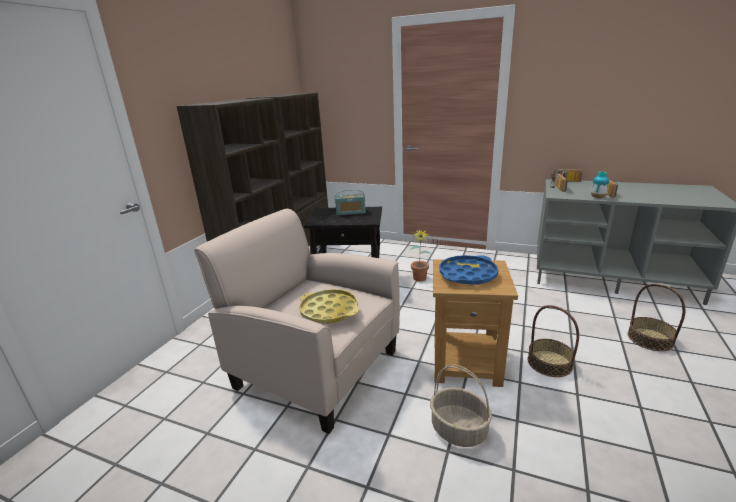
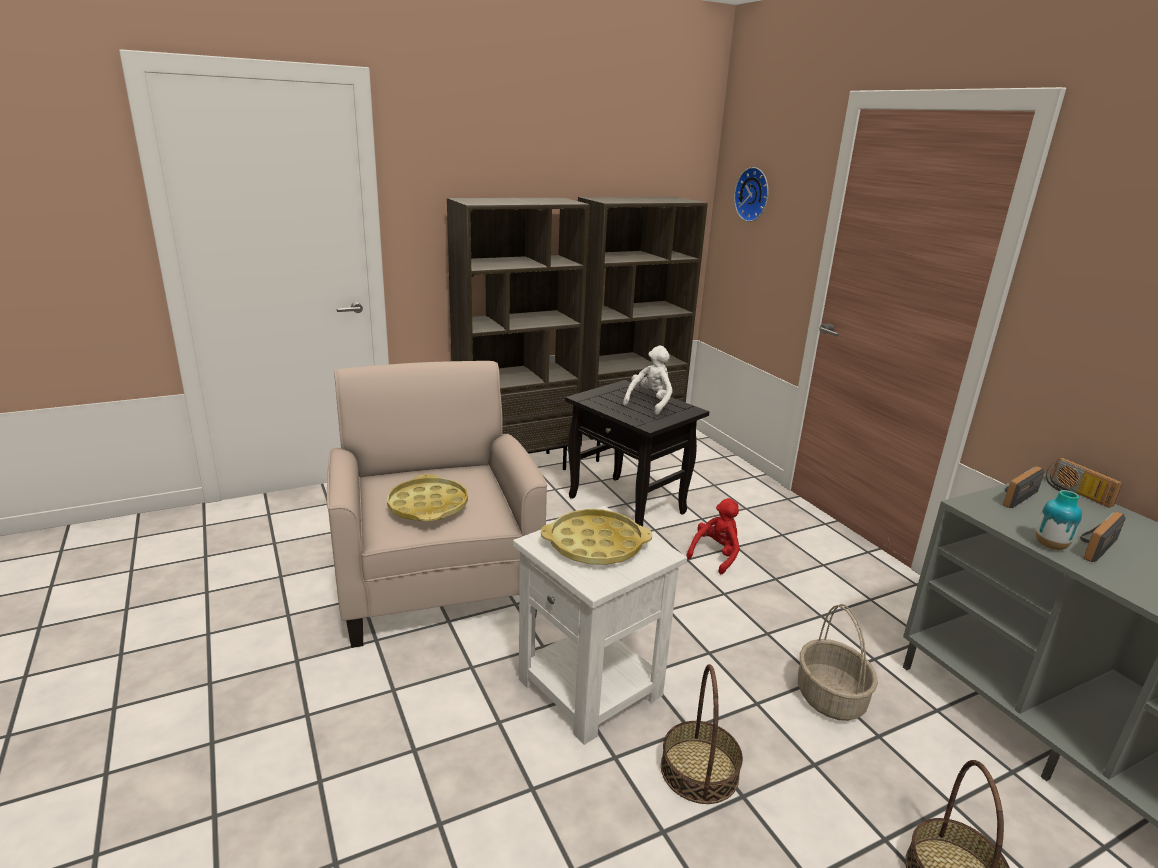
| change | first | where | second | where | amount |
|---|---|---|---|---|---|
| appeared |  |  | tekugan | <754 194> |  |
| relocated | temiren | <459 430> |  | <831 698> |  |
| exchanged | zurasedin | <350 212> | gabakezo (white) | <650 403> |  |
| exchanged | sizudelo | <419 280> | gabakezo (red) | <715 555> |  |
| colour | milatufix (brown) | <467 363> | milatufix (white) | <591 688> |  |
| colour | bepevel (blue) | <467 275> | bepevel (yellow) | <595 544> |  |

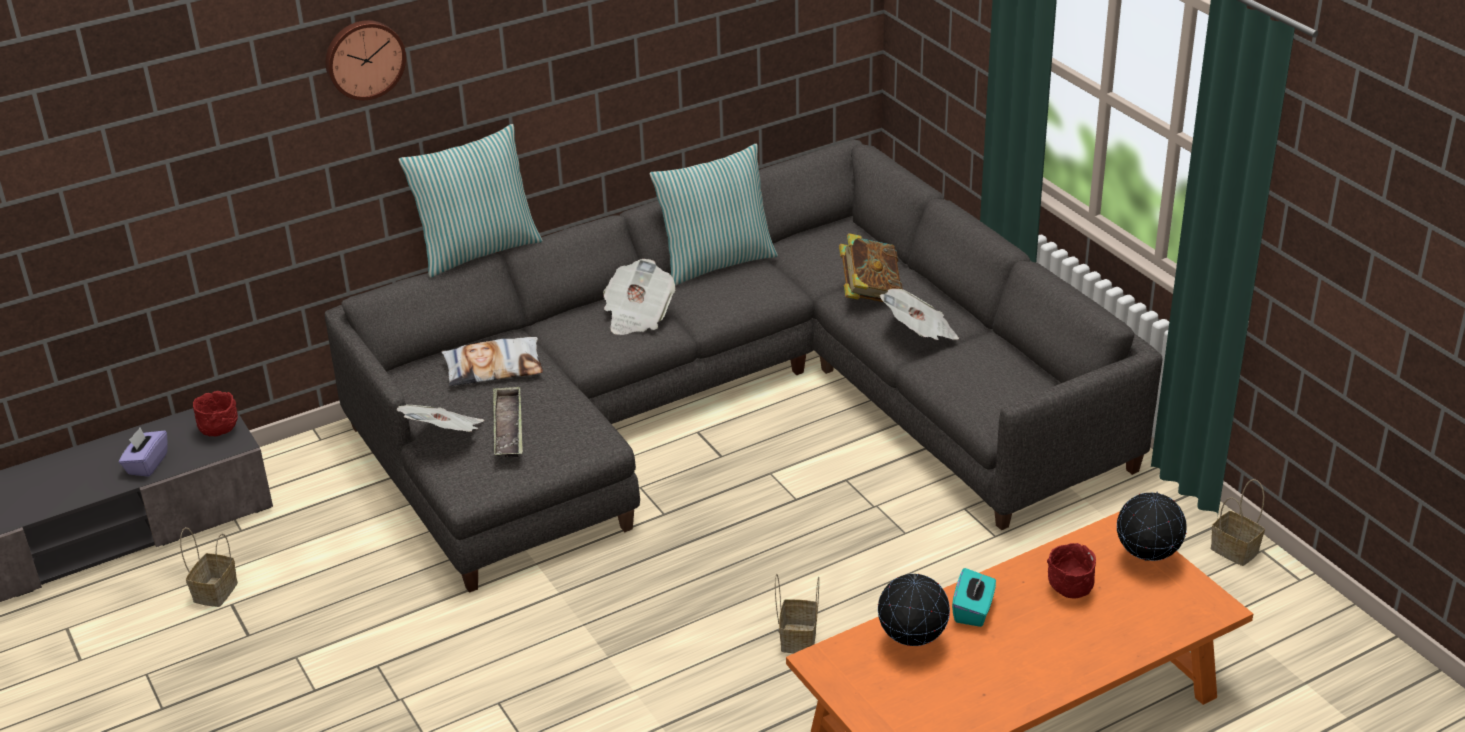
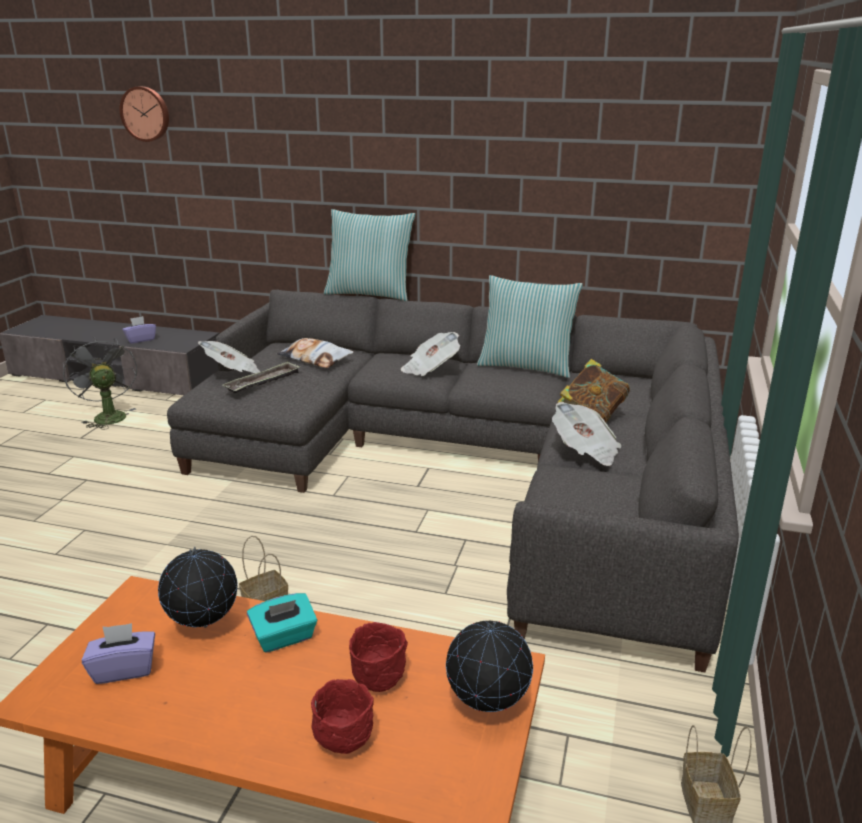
| change | first | where | second | where | amount |
|---|---|---|---|---|---|
| appeared |  |  | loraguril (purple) | <124 669> |  |
| relocated | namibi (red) | <219 432> |  | <343 742> |  |
| relocated | tekugan | <364 58> |  | <146 114> |  |
| exchanged | temiren | <215 593> | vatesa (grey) | <107 416> |  |

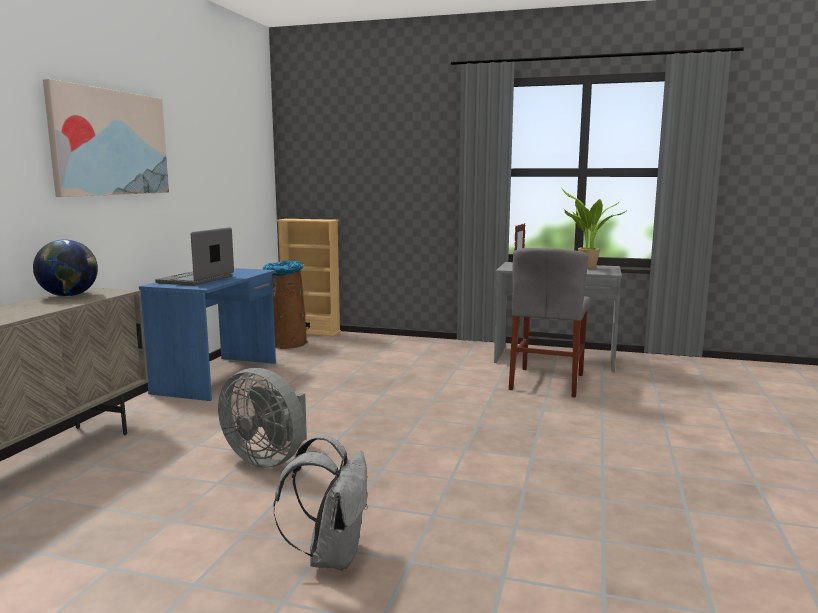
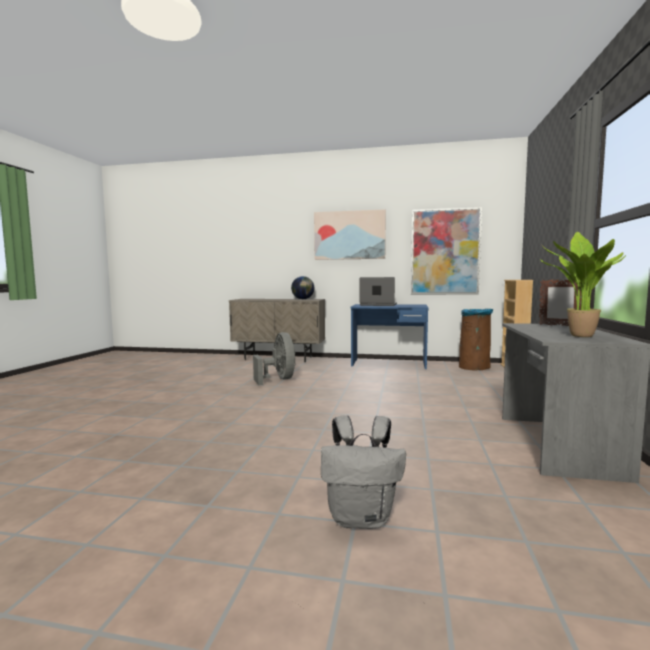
| change | first | where | second | where | amount |
|---|---|---|---|---|---|
| missing | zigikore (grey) | <547 382> |  |  |  |
| appeared |  |  | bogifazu | <445 252> |  |
| relocated | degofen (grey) | <332 556> |  | <361 518> |  |
| spun | vatesa (grey) | <268 458> |  | <278 379> | 135 degrees clockwise |

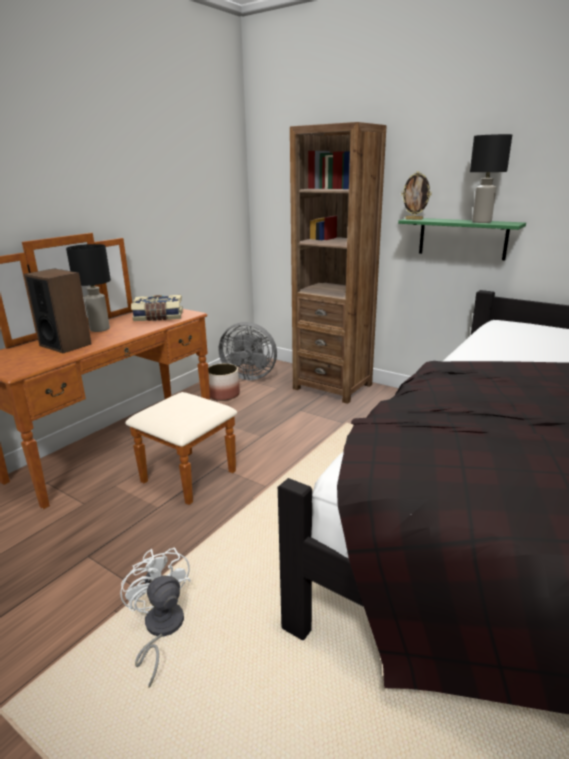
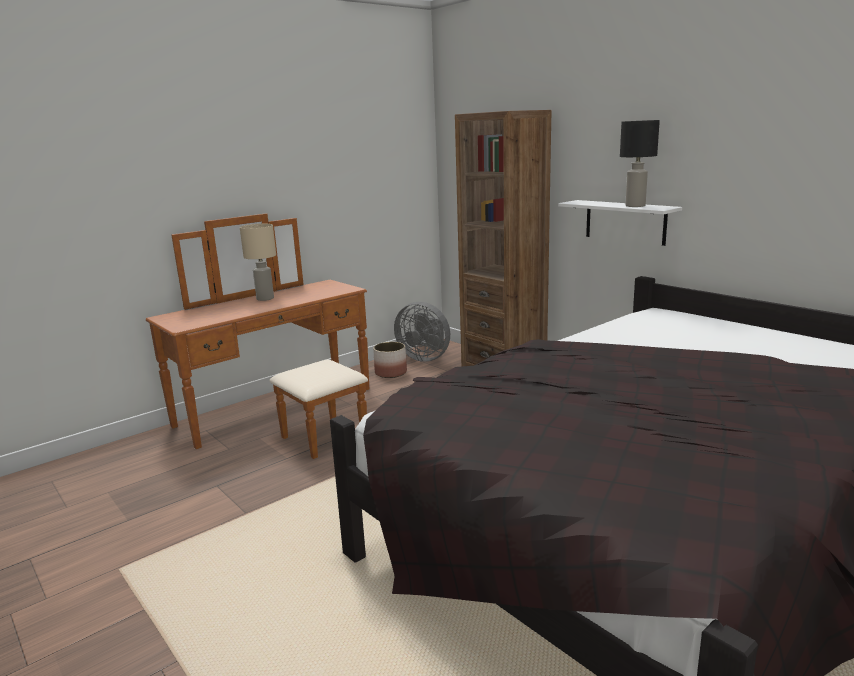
| change | first | where | second | where | amount |
|---|---|---|---|---|---|
| missing | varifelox | <65 344> |  |  |  |
| missing | vatesa (white) | <160 630> |  |  |  |
| missing | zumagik | <158 317> |  |  |  |
| missing | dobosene | <414 219> |  |  |  |
| colour | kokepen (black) | <99 329> | kokepen (beige) | <265 299> |  |
| colour | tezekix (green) | <462 238> | tezekix (white) | <625 222> |  |

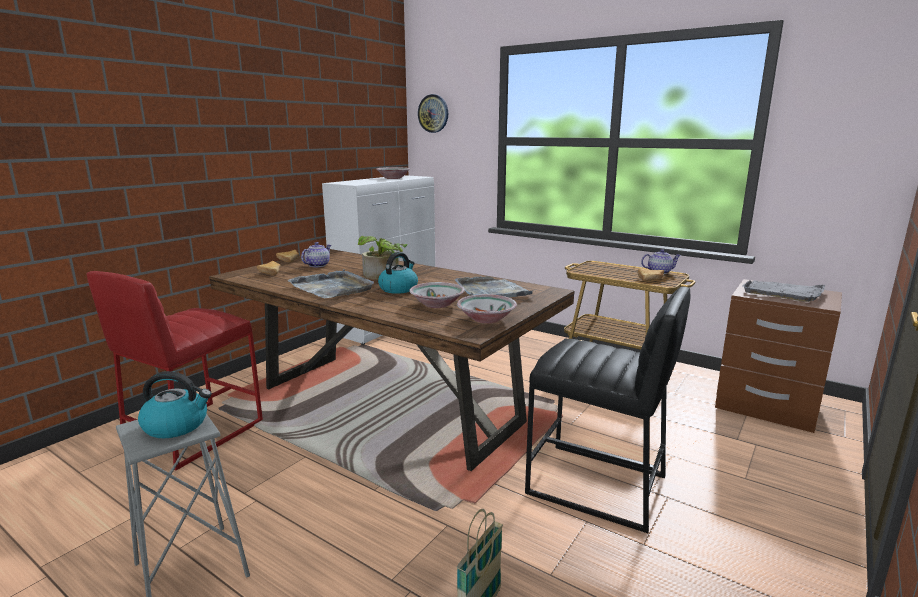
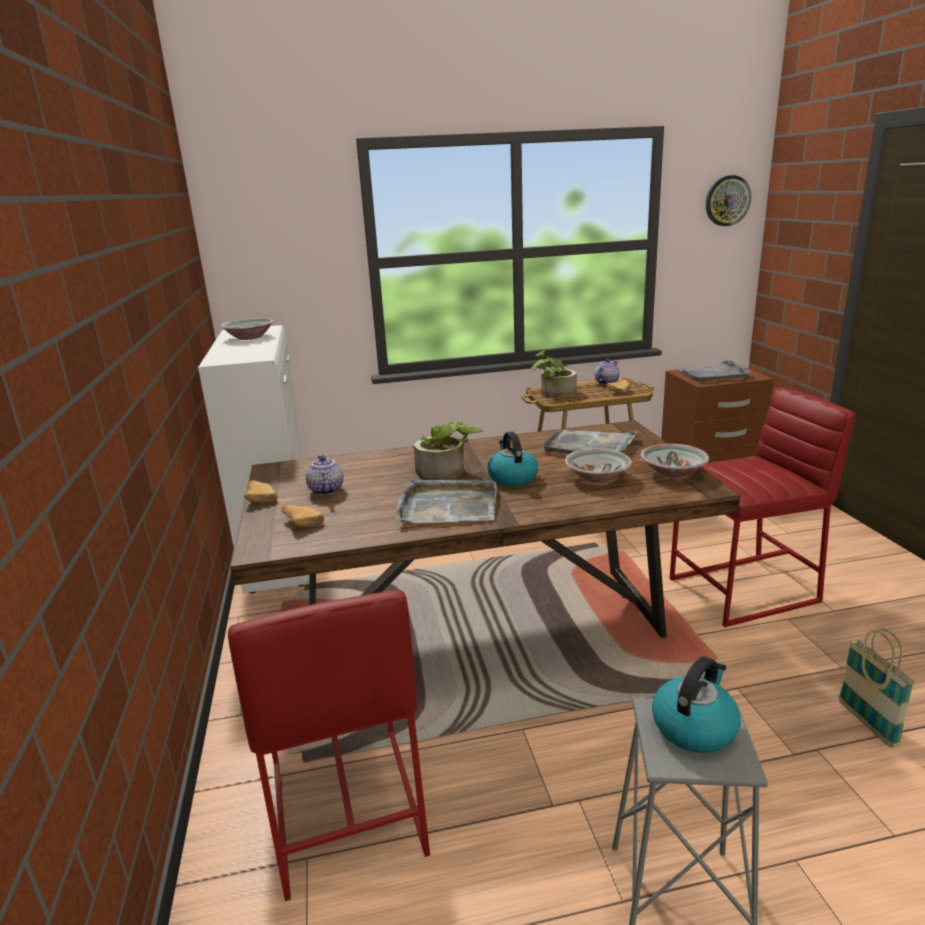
| change | first | where | second | where | amount |
|---|---|---|---|---|---|
| appeared |  |  | sizudelo | <553 394> |  |
| relocated | tekugan | <433 113> |  | <727 201> |  |
| colour | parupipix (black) | <597 486> | parupipix (red) | <745 590> |  |

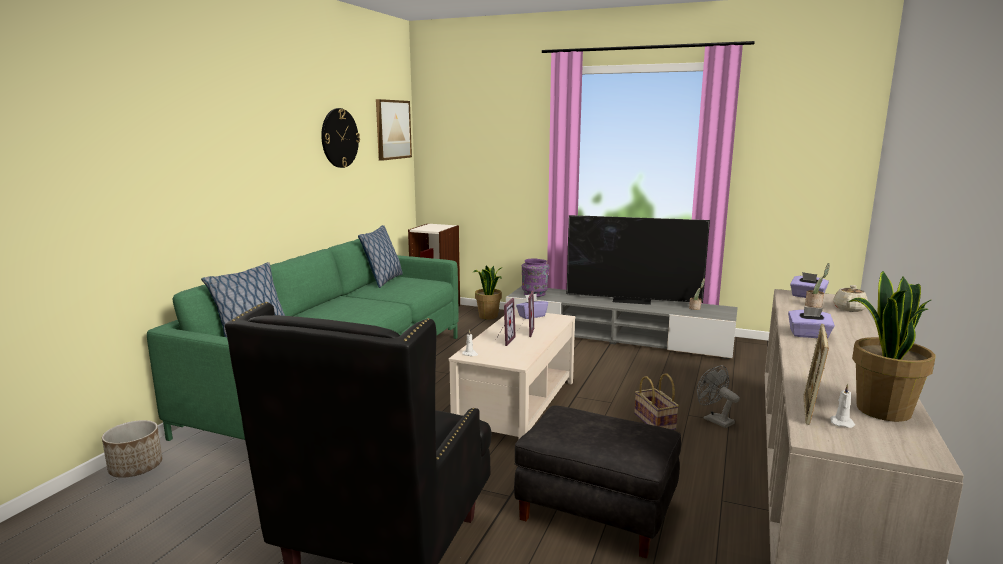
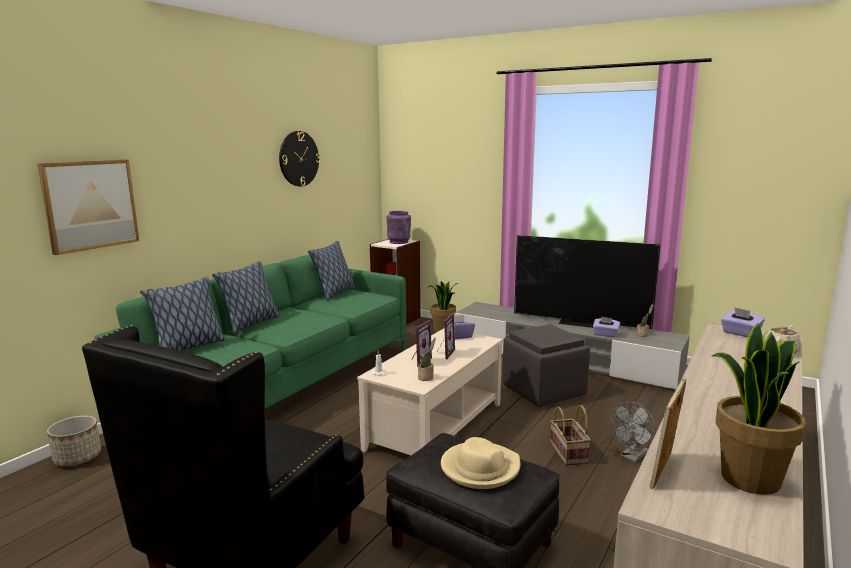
| change | first | where | second | where | amount |
|---|---|---|---|---|---|
| missing | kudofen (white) | <841 422> |  |  |  |
| appeared |  |  | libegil | <250 324> |  |
| appeared |  |  | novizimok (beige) | <480 468> |  |
| appeared |  |  | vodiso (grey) | <543 391> |  |
| relocated | bogifazu | <392 129> |  | <90 205> |  |
| relocated | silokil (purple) | <535 294> |  | <399 242> |  |
| relocated | loraguril (purple) | <809 335> |  | <605 334> |  |
| relocated | sizudelo | <814 305> |  | <426 378> |  |
| spun | vatesa (grey) | <714 420> |  | <632 456> | 105 degrees counterclockwise |

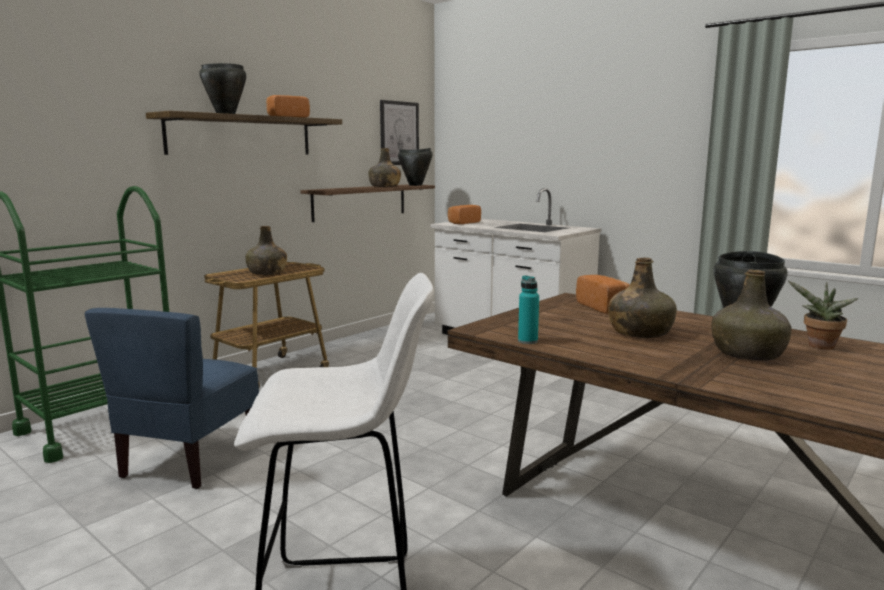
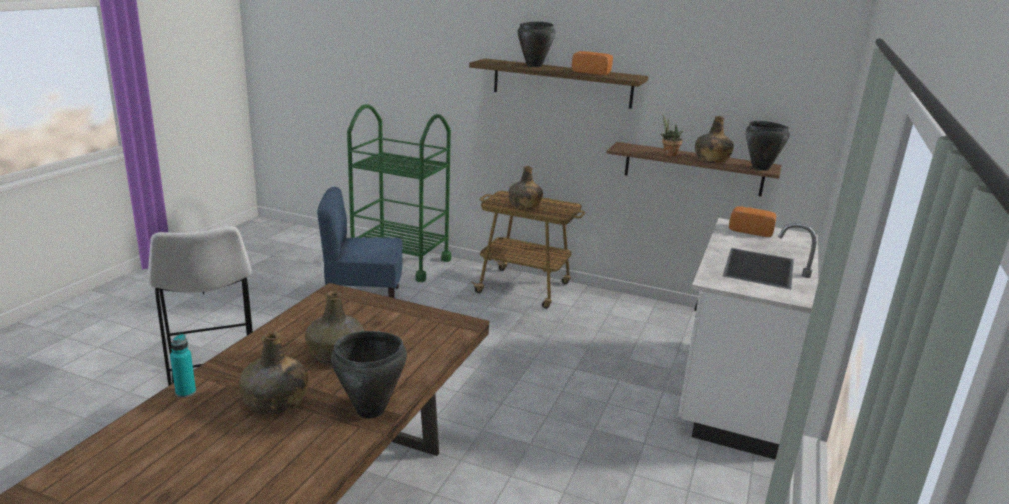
| change | first | where | second | where | amount |
|---|---|---|---|---|---|
| missing | bogifazu | <399 133> |  |  |  |
| missing | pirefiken | <604 307> |  |  |  |
| relocated | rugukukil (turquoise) | <527 341> |  | <186 392> |  |
| relocated | sizudelo | <819 347> |  | <668 154> |  |

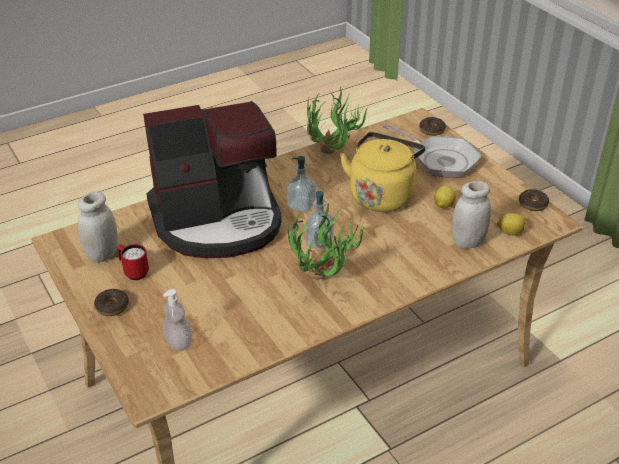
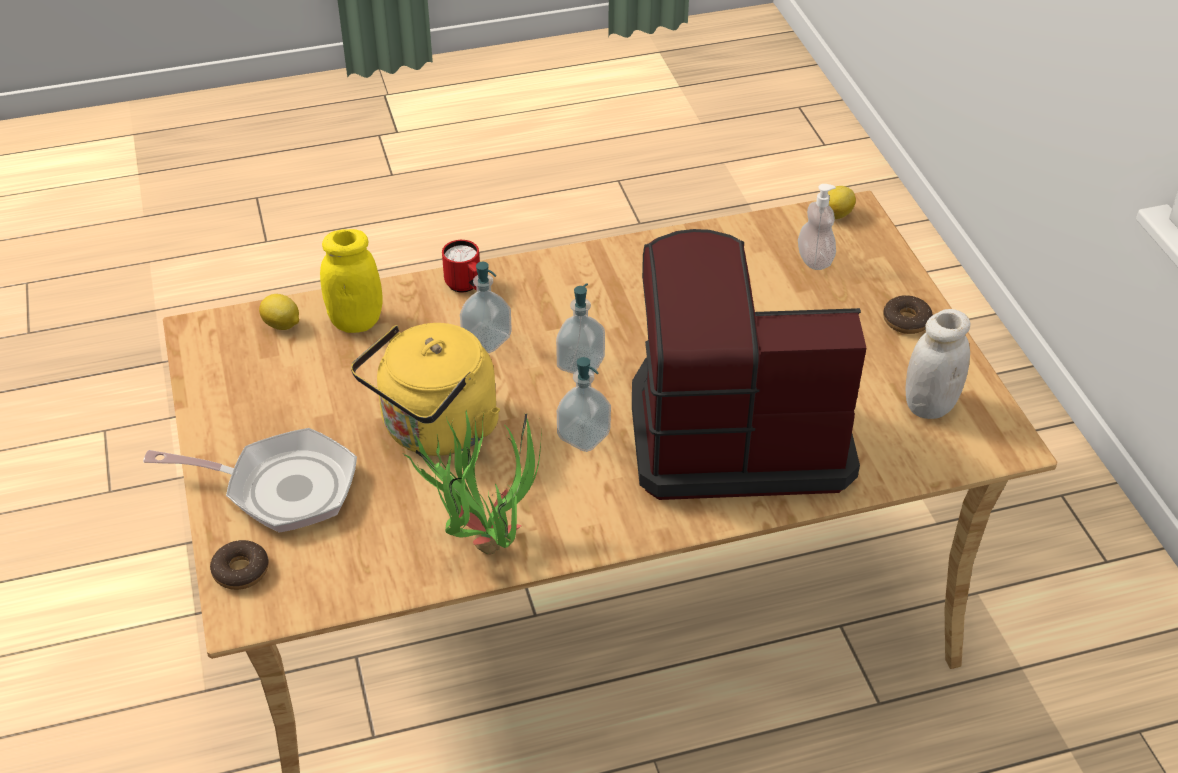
| change | first | where | second | where | amount |
|---|---|---|---|---|---|
| missing | sizudelo | <323 283> |  |  |  |
| missing | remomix | <533 204> |  |  |  |
| appeared |  |  | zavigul | <486 339> |  |
| relocated | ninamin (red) | <133 272> |  | <466 287> |  |
| relocated | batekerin | <443 205> |  | <837 214> |  |
| colour | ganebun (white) | <468 242> | ganebun (yellow) | <356 321> |  |
| spun | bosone | <440 159> |  | <282 488> | 135 degrees clockwise |

